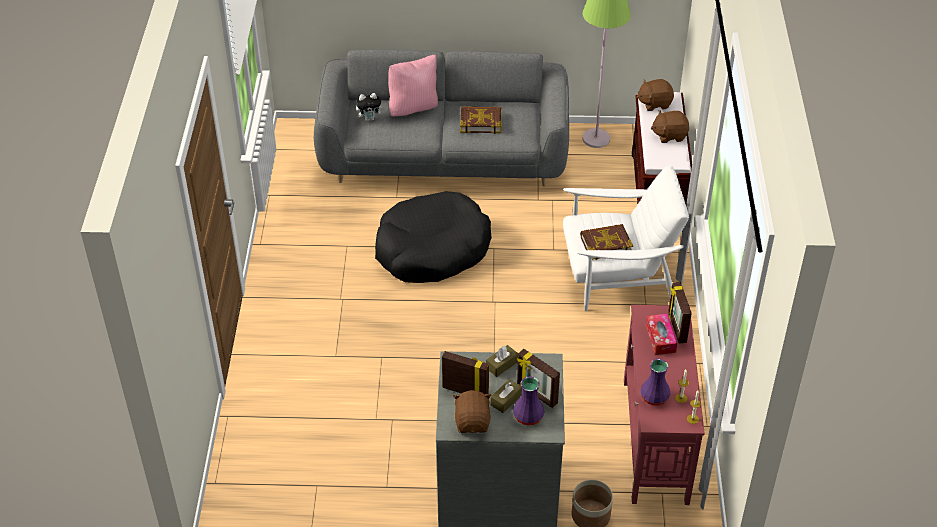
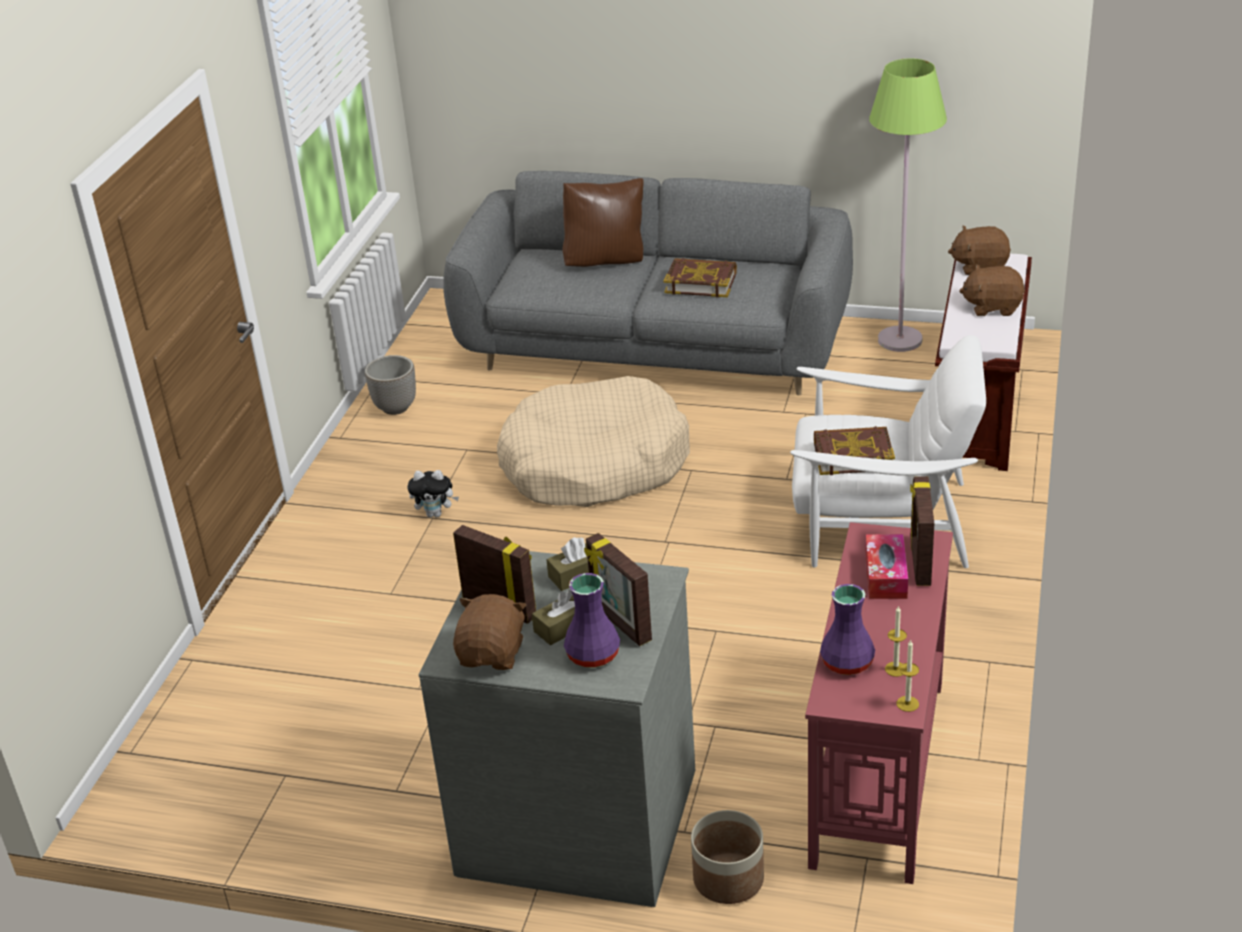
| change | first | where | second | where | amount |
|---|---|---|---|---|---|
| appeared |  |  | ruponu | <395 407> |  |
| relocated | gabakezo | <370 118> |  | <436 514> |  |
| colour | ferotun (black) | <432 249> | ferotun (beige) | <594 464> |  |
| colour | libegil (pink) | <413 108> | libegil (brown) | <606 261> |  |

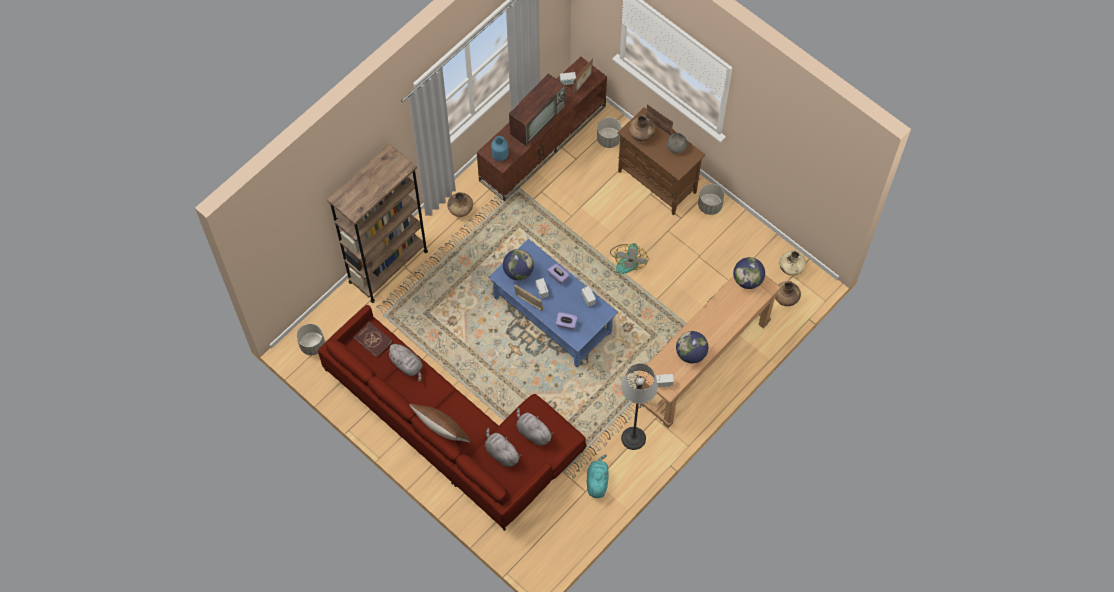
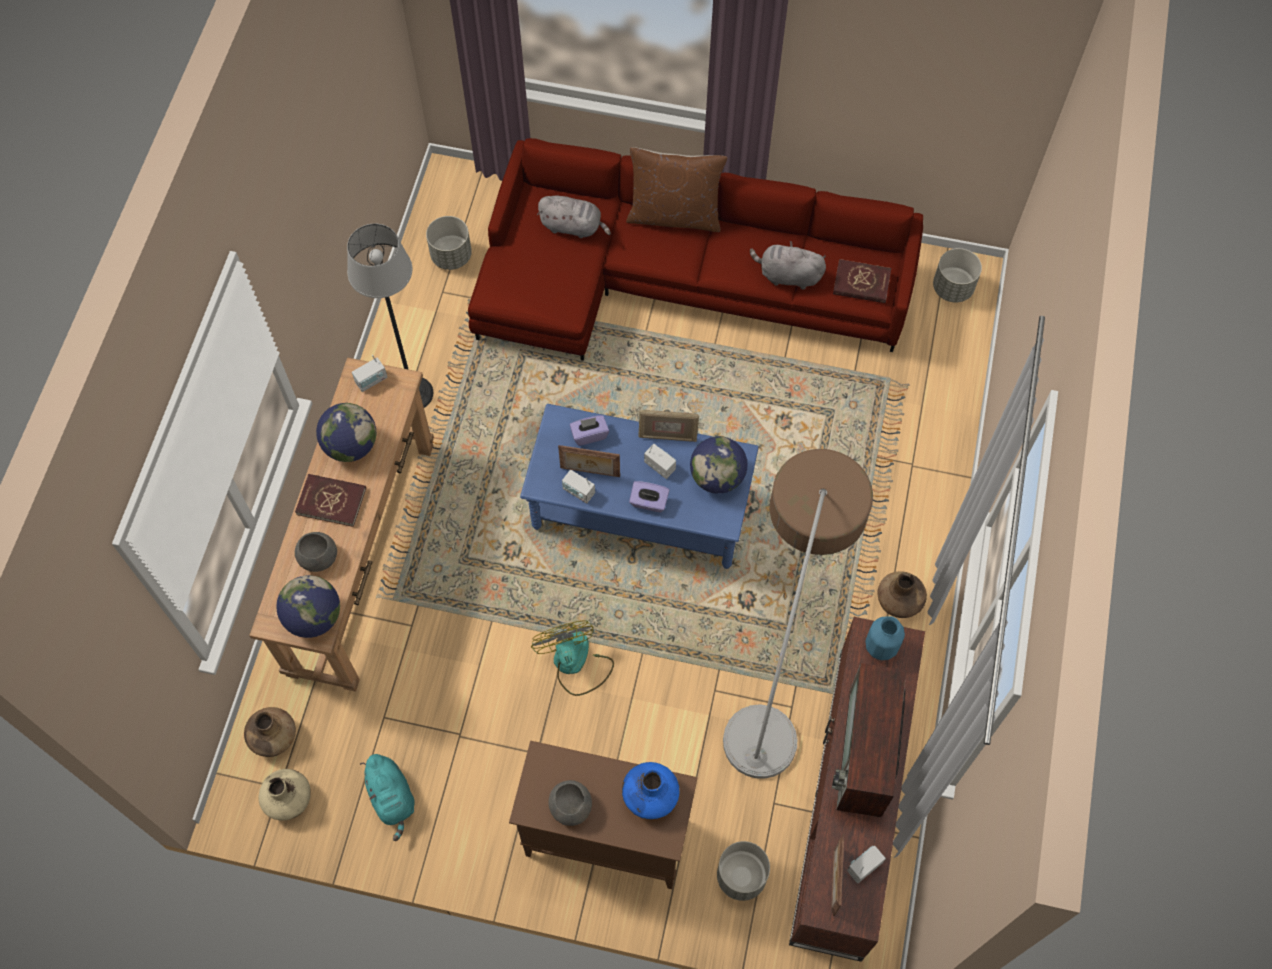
| change | first | where | second | where | amount |
|---|---|---|---|---|---|
| missing | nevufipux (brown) | <388 266> |  |  |  |
| missing | gabakezo (grey) | <533 432> |  |  |  |
| appeared |  |  | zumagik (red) | <331 501> |  |
| appeared |  |  | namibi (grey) | <319 557> |  |
| appeared |  |  | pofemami | <783 649> |  |
| relocated | gabakezo (turquoise) | <597 481> |  | <392 798> |  |
| relocated | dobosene | <659 126> |  | <590 473> |  |
| relocated | ruponu (grey) | <709 205> |  | <451 255> |  |
| colour | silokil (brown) | <641 134> | silokil (blue) | <649 796> |  |

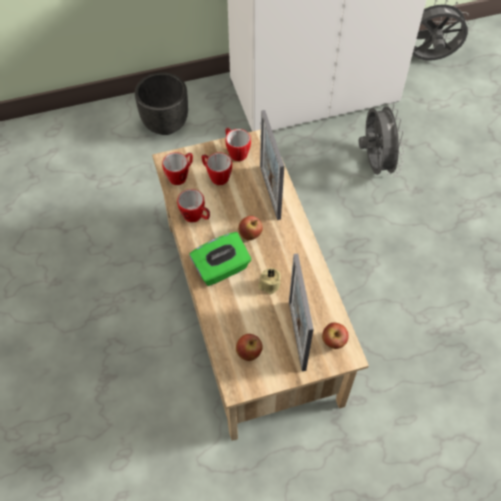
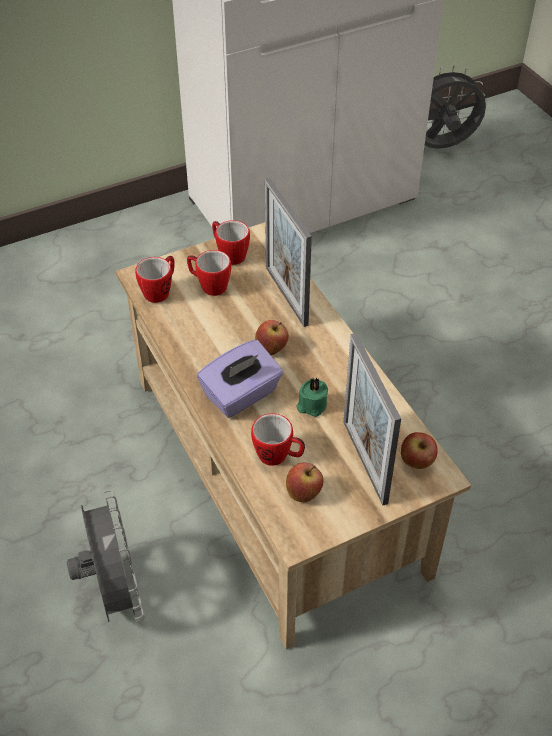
| change | first | where | second | where | amount |
|---|---|---|---|---|---|
| missing | ruponu (black) | <166 125> |  |  |  |
| relocated | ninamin | <196 216> |  | <278 456> |  |
| relocated | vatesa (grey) | <375 164> |  | <115 592> |  |
| colour | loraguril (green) | <221 269> | loraguril (purple) | <241 395> |  |
| colour | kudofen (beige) | <269 285> | kudofen (green) | <311 405> |  |

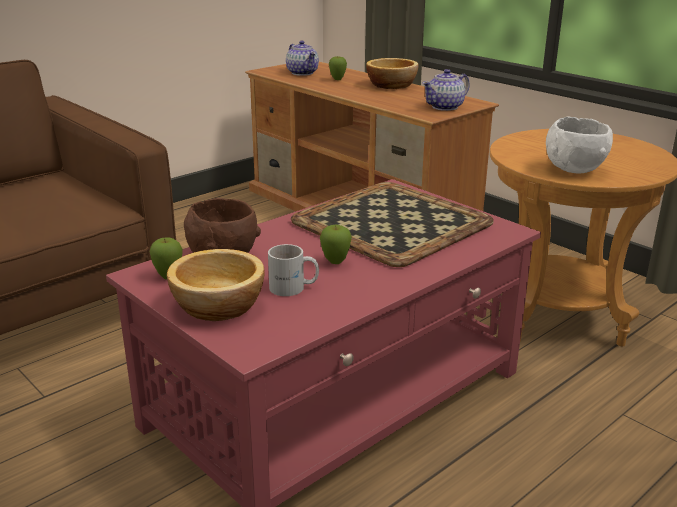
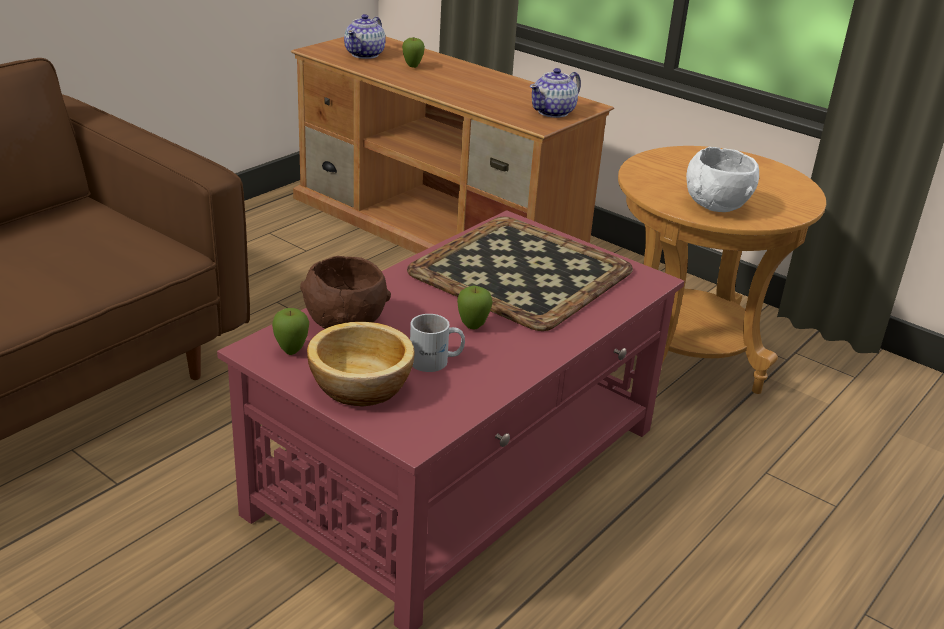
| change | first | where | second | where | amount |
|---|---|---|---|---|---|
| missing | namibi | <392 85> |  |  |  |
| spun | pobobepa | <302 73> |  | <365 54> | 60 degrees clockwise |

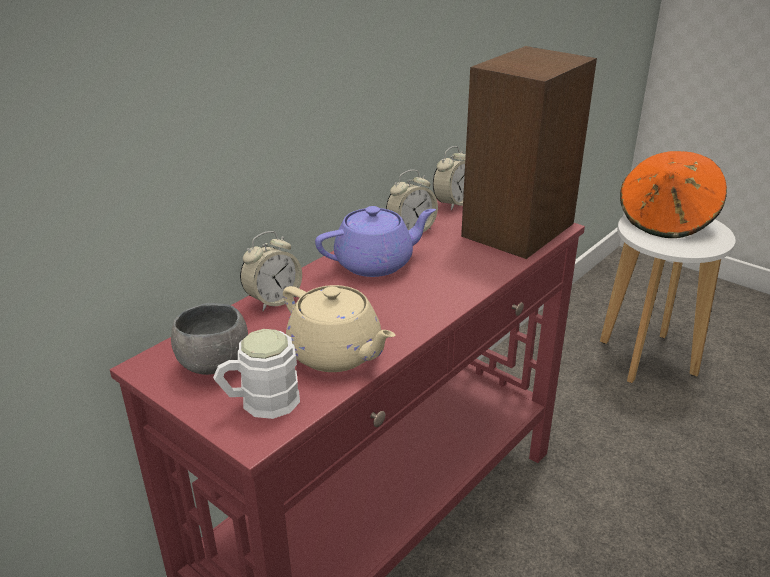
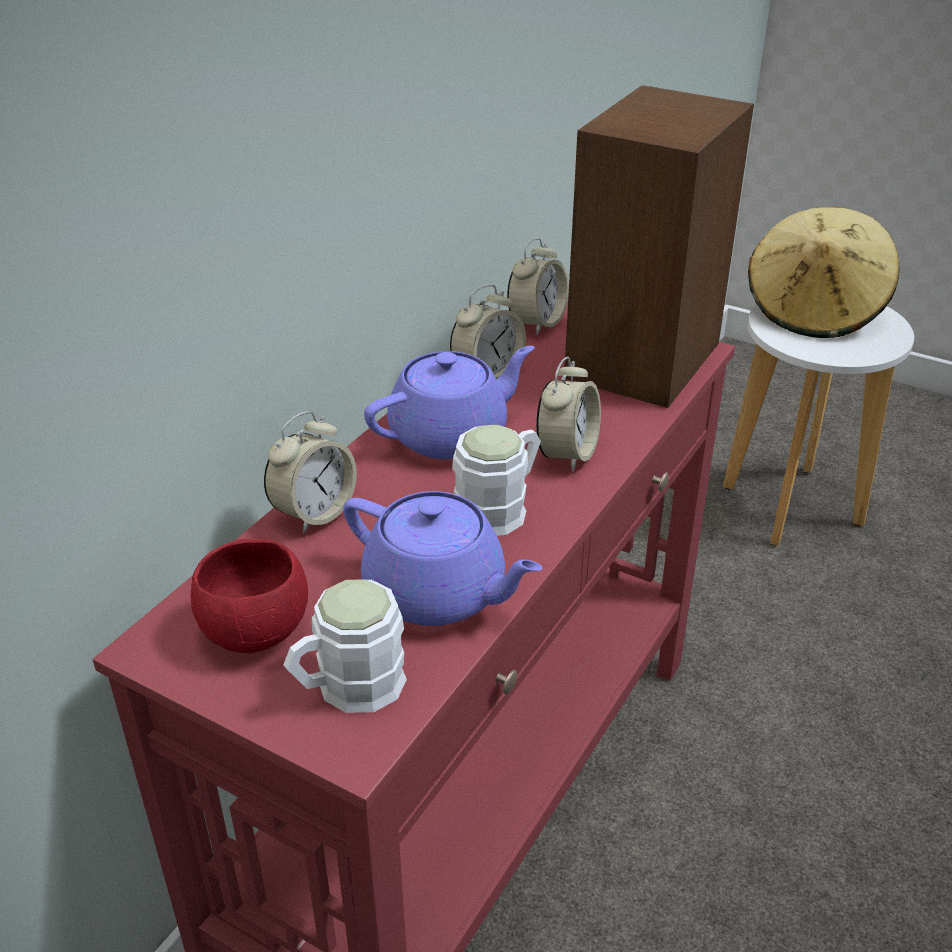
| change | first | where | second | where | amount |
|---|---|---|---|---|---|
| appeared |  |  | ninamin (white) | <500 507> |  |
| appeared |  |  | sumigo | <567 454> |  |
| colour | namibi (grey) | <214 363> | namibi (red) | <255 630> |  |
| colour | pobobepa (beige) | <337 354> | pobobepa (purple) | <437 593> |  |
| colour | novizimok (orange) | <666 221> | novizimok (beige) | <815 311> |  |

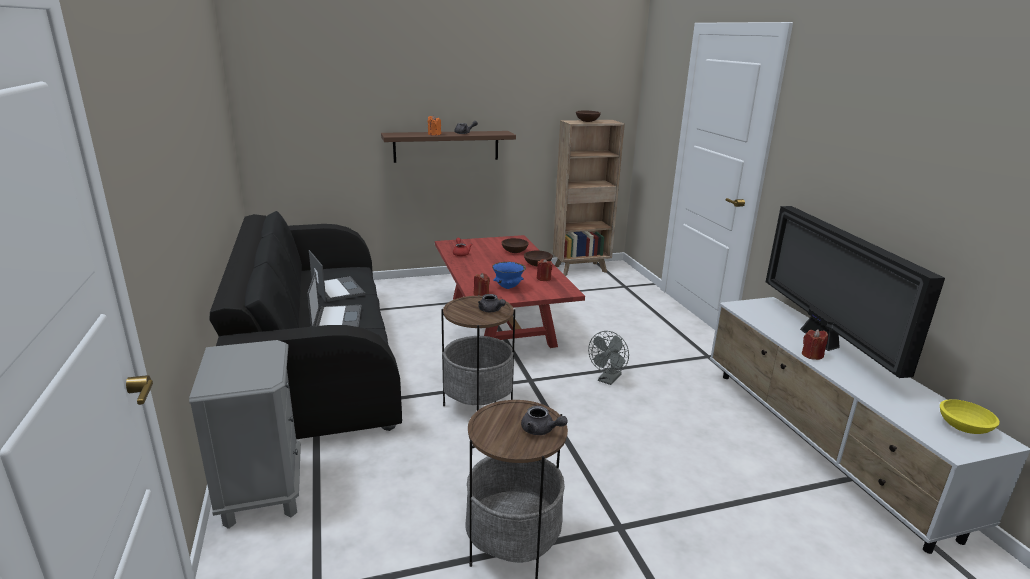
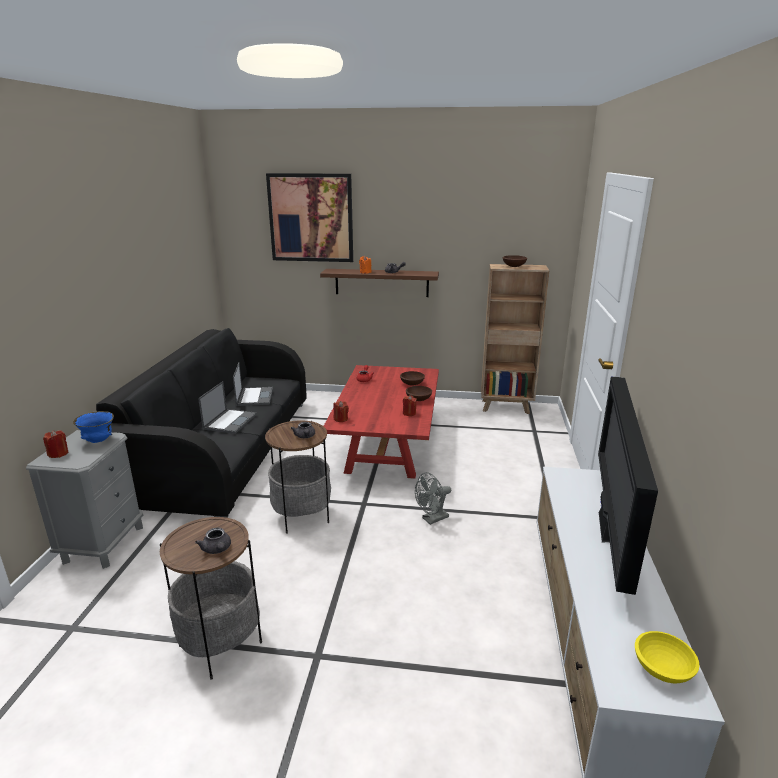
| change | first | where | second | where | amount |
|---|---|---|---|---|---|
| appeared |  |  | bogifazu | <311 218> |  |
| relocated | namibi (blue) | <508 287> |  | <98 441> |  |
| relocated | kudofen (red) | <812 355> |  | <58 454> |  |

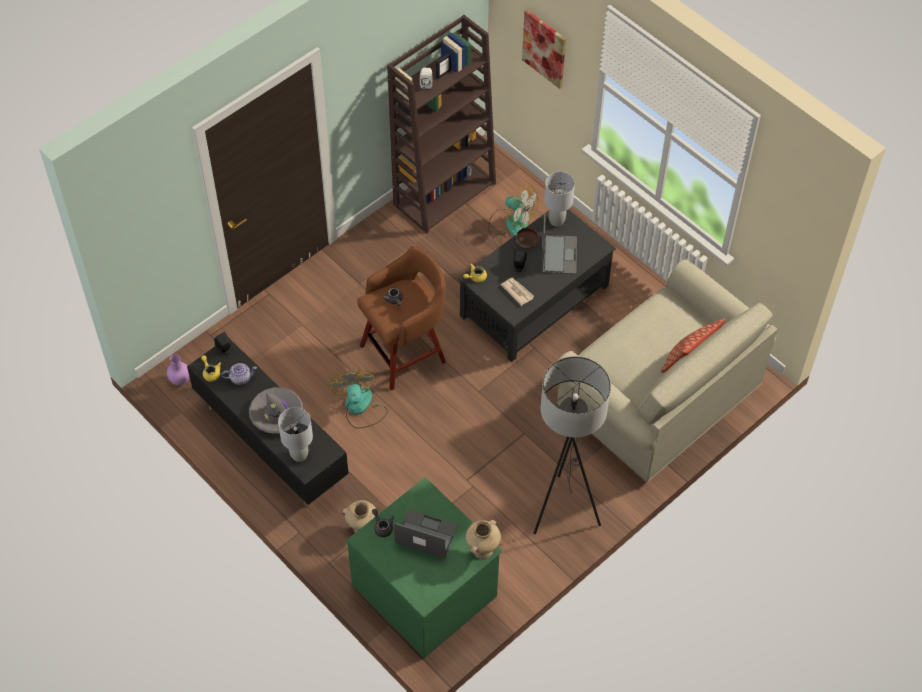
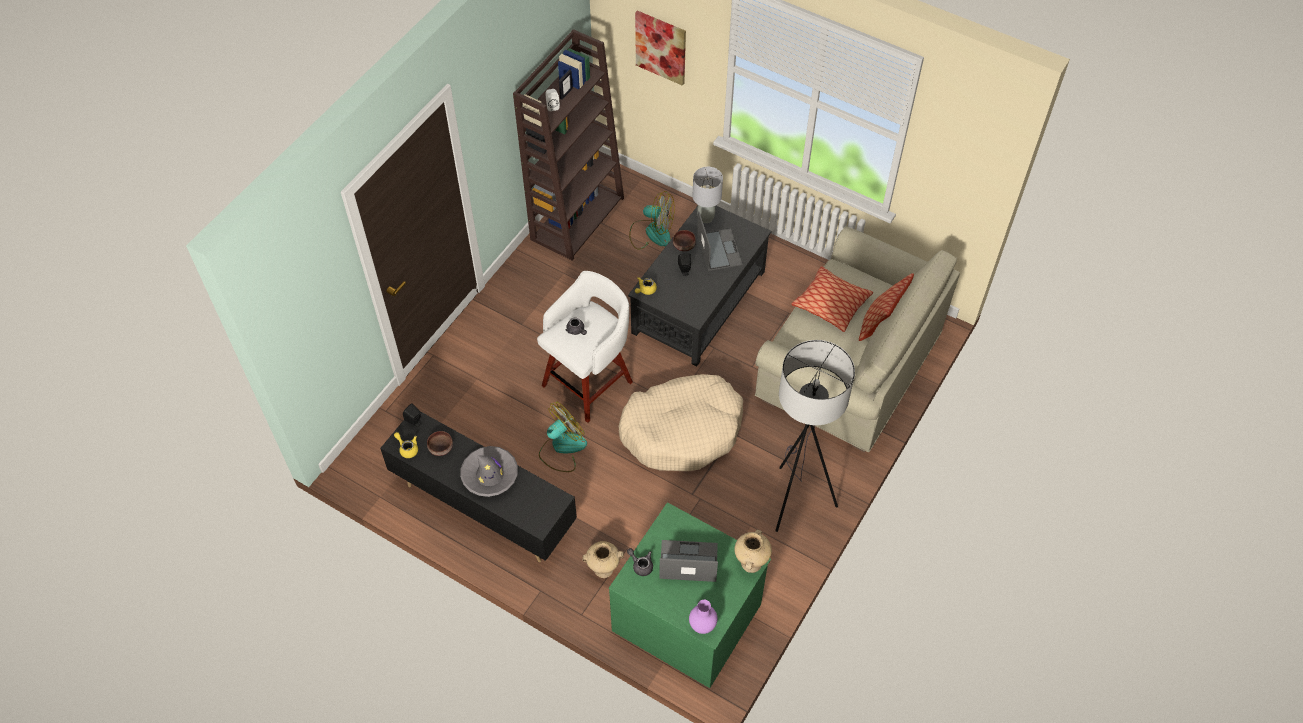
| change | first | where | second | where | amount |
|---|---|---|---|---|---|
| missing | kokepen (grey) | <299 455> |  |  |  |
| missing | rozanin | <517 291> |  |  |  |
| appeared |  |  | ferotun (beige) | <682 430> |  |
| appeared |  |  | libegil | <831 304> |  |
| relocated | silokil (purple) | <180 380> |  | <702 625> |  |
| exchanged | pobobepa | <240 378> | namibi (brown) | <440 447> |  |
| colour | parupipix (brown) | <405 352> | parupipix (white) | <589 382> |  |
| spun | vatesa | <360 408> |  | <562 448> | 75 degrees clockwise |

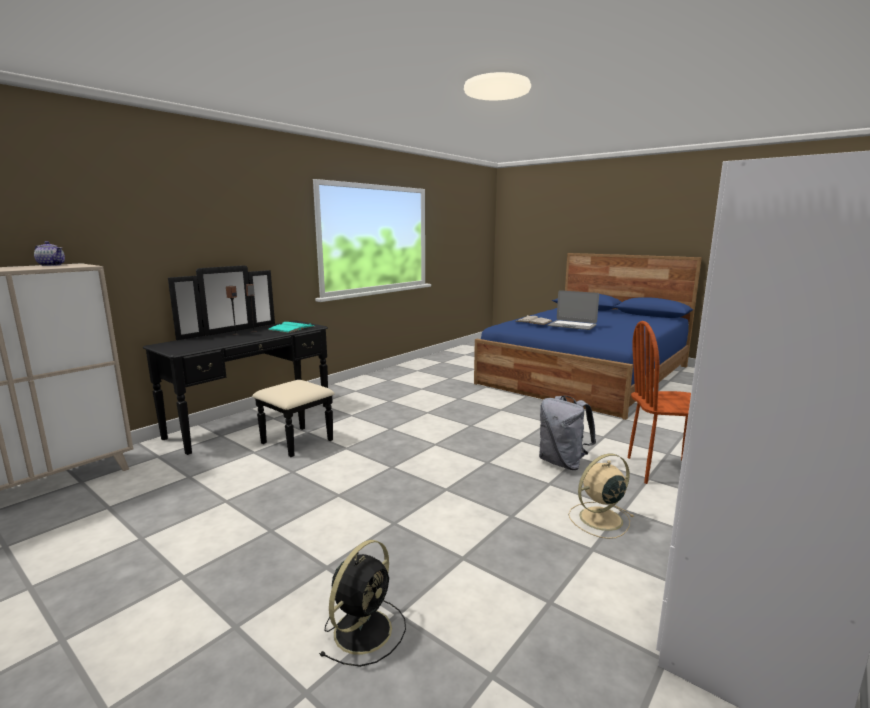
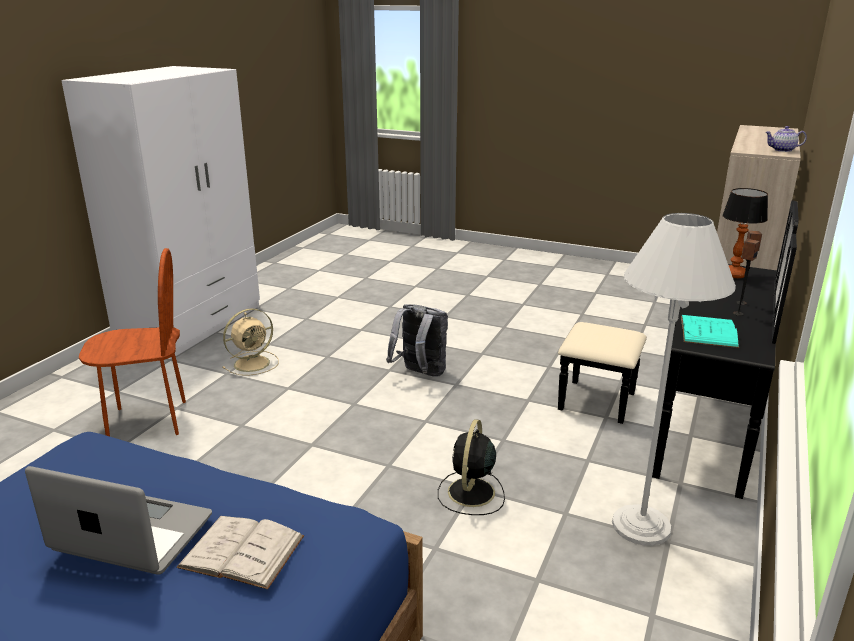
| change | first | where | second | where | amount |
|---|---|---|---|---|---|
| appeared |  |  | pofemami (white) | <641 525> |  |
| appeared |  |  | kokepen | <734 274> |  |
| relocated | vatesa (black) | <364 629> |  | <470 493> |  |
| relocated | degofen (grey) | <563 463> |  | <420 374> |  |

